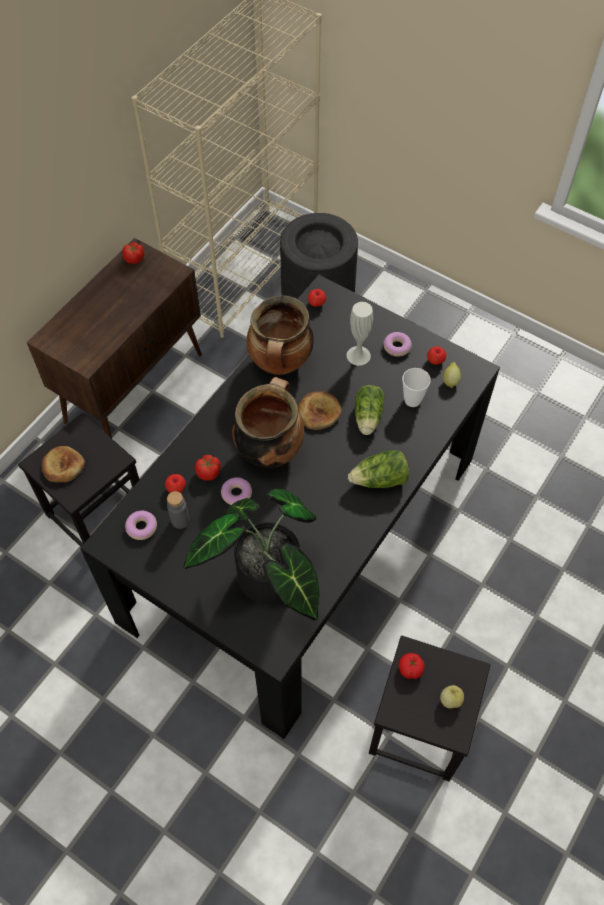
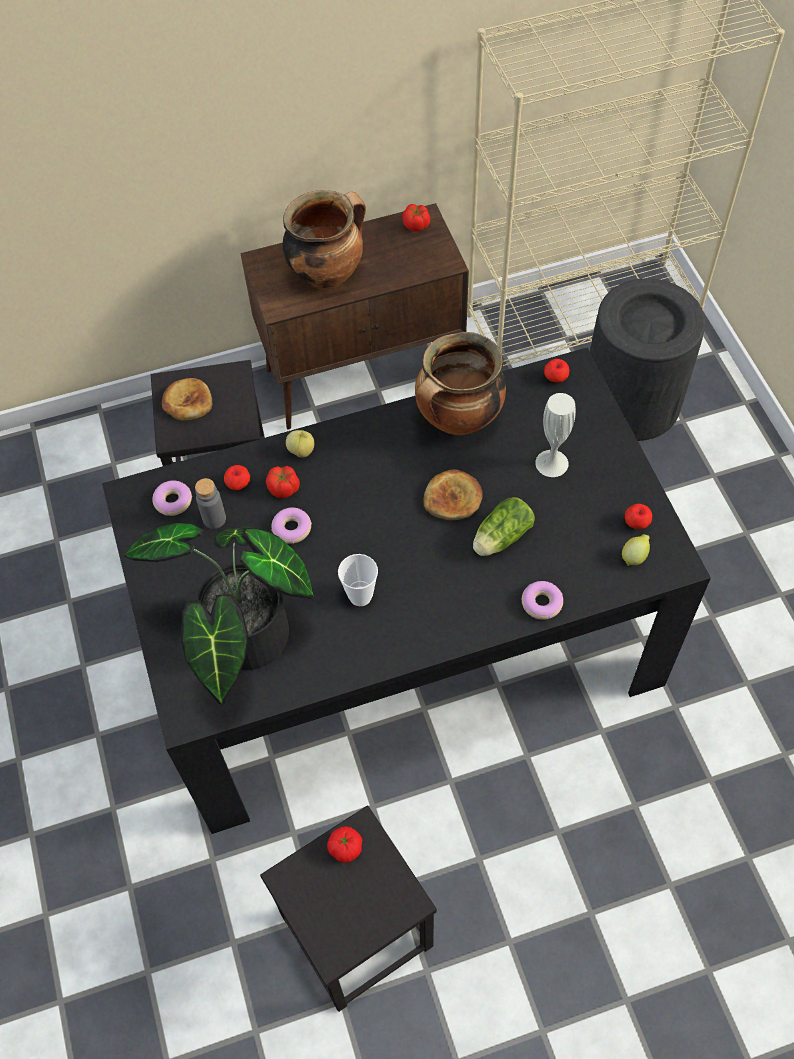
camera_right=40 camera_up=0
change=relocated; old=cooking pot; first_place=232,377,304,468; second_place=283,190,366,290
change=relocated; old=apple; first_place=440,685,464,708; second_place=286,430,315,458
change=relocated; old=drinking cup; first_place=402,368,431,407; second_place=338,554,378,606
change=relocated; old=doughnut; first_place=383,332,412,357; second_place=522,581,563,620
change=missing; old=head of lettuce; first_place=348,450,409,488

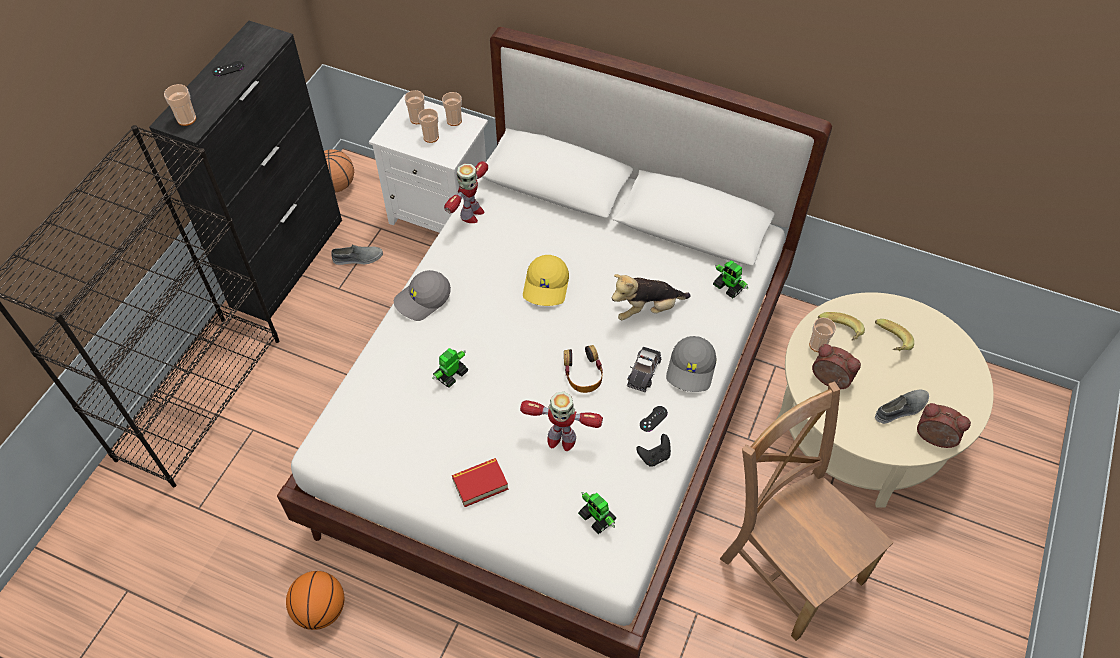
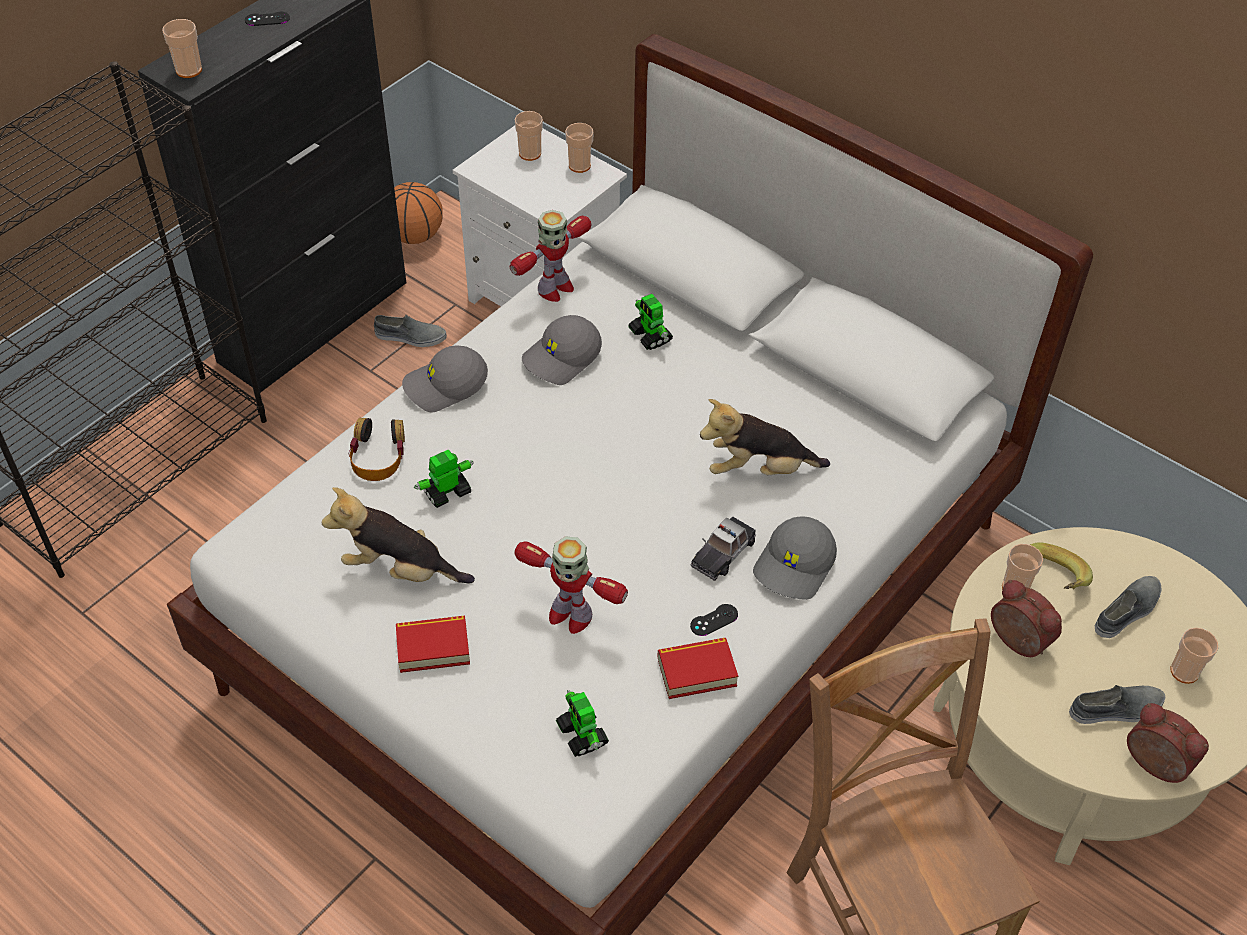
camera_right=15 camera_up=-5
change=appeared; new=soft toy; second_place=322,487,475,583
change=relocated; old=headphones; first_place=564,345,603,393; second_place=349,418,405,481
change=appeared; new=gray baseball cap; second_place=522,315,602,385
change=relocated; old=toy robot; first_place=713,260,748,298; second_place=628,294,673,350
change=exchanged; old=black-coloured gamepad; new=volume; first_place=636,434,671,467; second_place=658,638,738,699
change=exchanged; old=whole banana; new=gray low shoe; first_place=875,319,914,351; second_place=1095,576,1162,638
change=relocated; old=drinking cup; first_place=418,108,439,143; second_place=1170,628,1218,684
change=missing; old=basketball; first_place=286,571,344,630
change=missing; old=yellow-coloured baseball cap; first_place=523,255,569,306

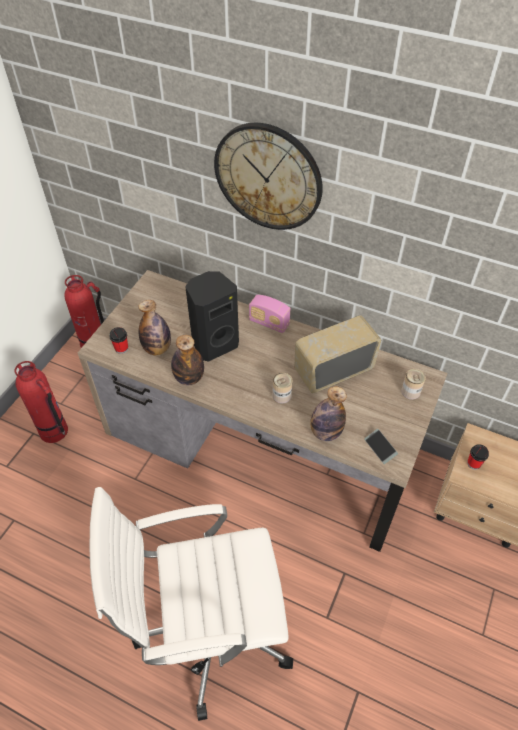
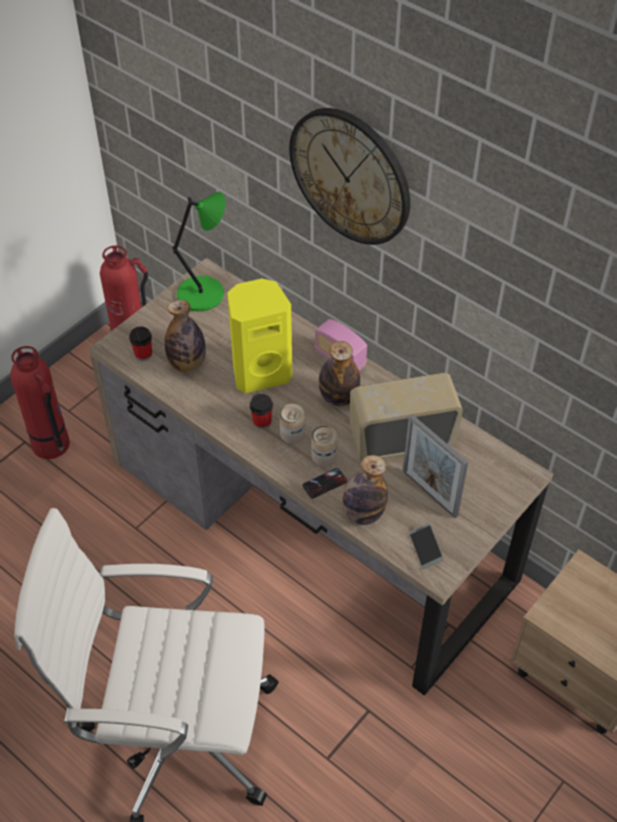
camera_right=15 camera_up=0
change=appeared; new=green tabletop lamp; second_place=172,192,226,311
change=colour; old=black-coloured audio speaker; new=yellow-coloured audio speaker; first_place=185,271,239,362; second_place=227,279,292,393
change=relocated; old=drinking cup; first_place=467,444,489,470; second_place=250,394,273,429
change=relocated; old=can; first_place=401,369,426,400; second_place=280,404,305,444
change=appeared; new=handset; second_place=302,468,347,499
change=relocated; old=bottle; first_place=171,335,204,385; second_place=319,341,360,406
change=appeared; new=photo frame; second_place=403,414,468,518

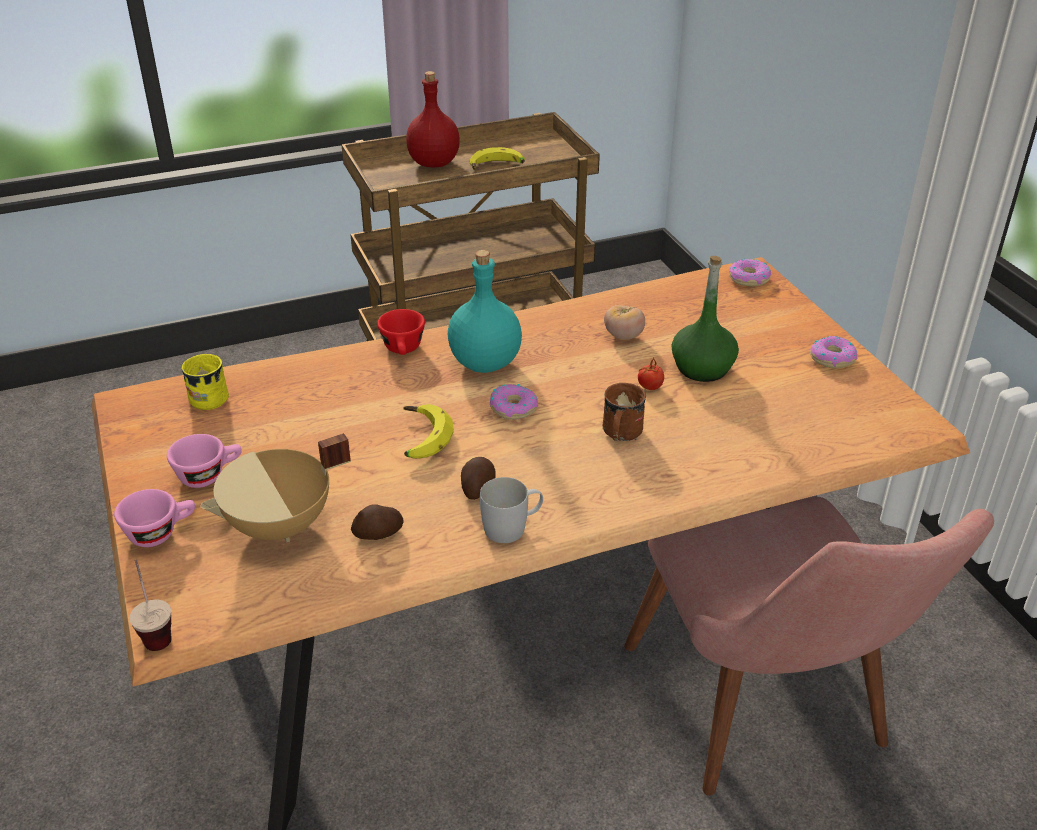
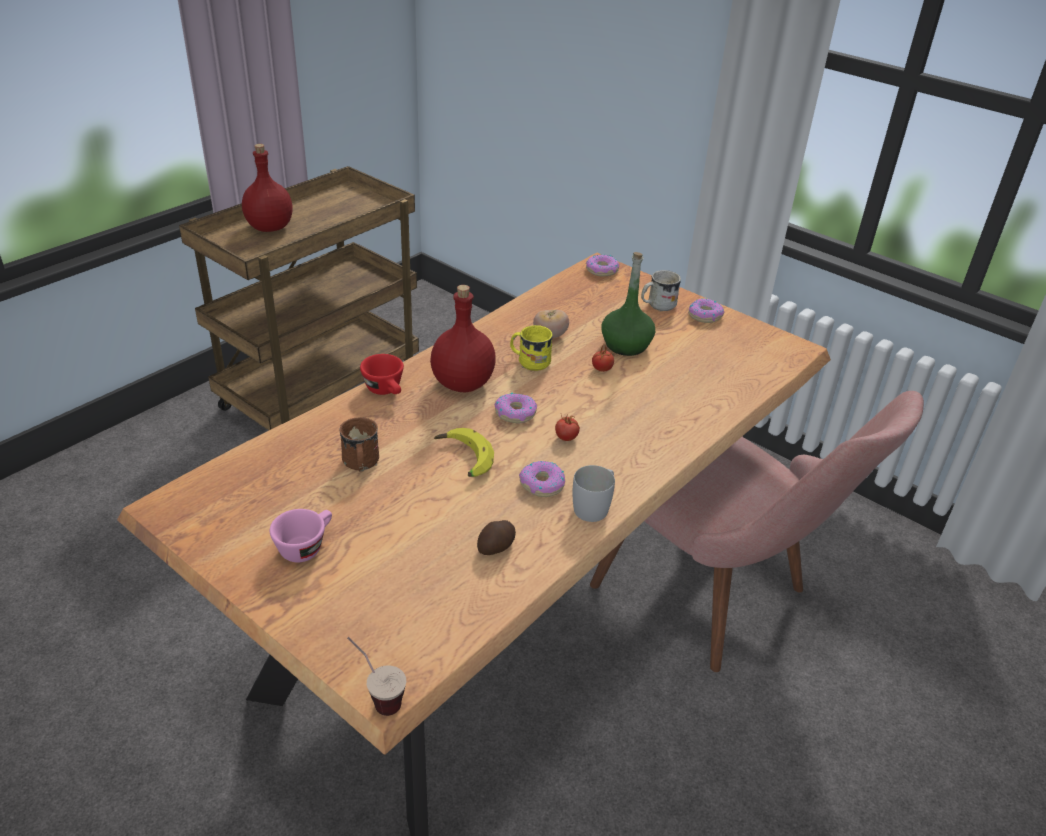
camera_right=-30 camera_up=0
change=relocated; old=brown tea mug; first_place=603,383,646,441; second_place=339,417,379,472
change=colour; old=turquoise-coloured bottle; new=red-coloured bottle; first_place=448,250,522,373; second_place=430,285,496,393
change=relocated; old=yellow-coloured tea mug; first_place=181,354,229,410; second_place=510,325,553,371
change=exchanged; old=spud; new=doughnut; first_place=461,457,496,500; second_place=519,461,565,497
change=appeared; new=fresh tomato; second_place=555,414,580,441
change=appeared; new=white-coloured tea mug; second_place=641,270,681,311
change=missing; old=pinkish drinking cup; first_place=114,489,195,547
change=missing; old=sand-coloured cooking pot; first_place=200,433,351,542
change=missing; old=whole banana; first_place=470,147,525,170

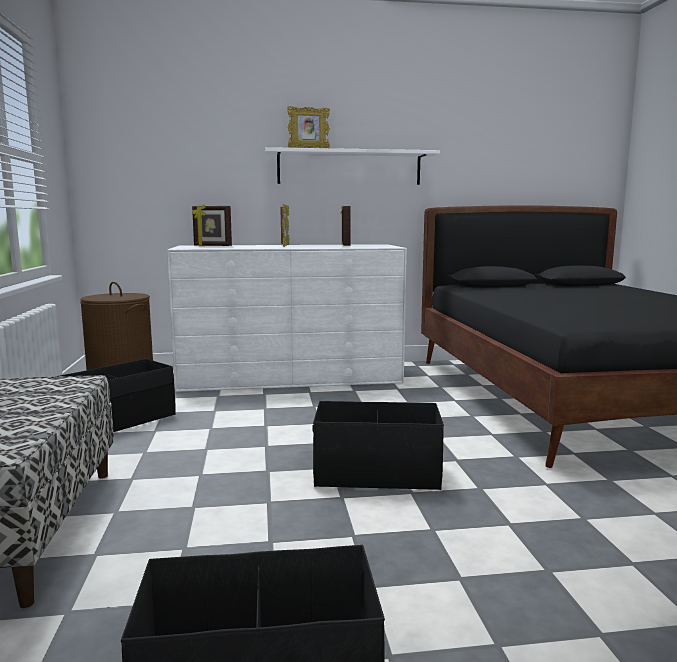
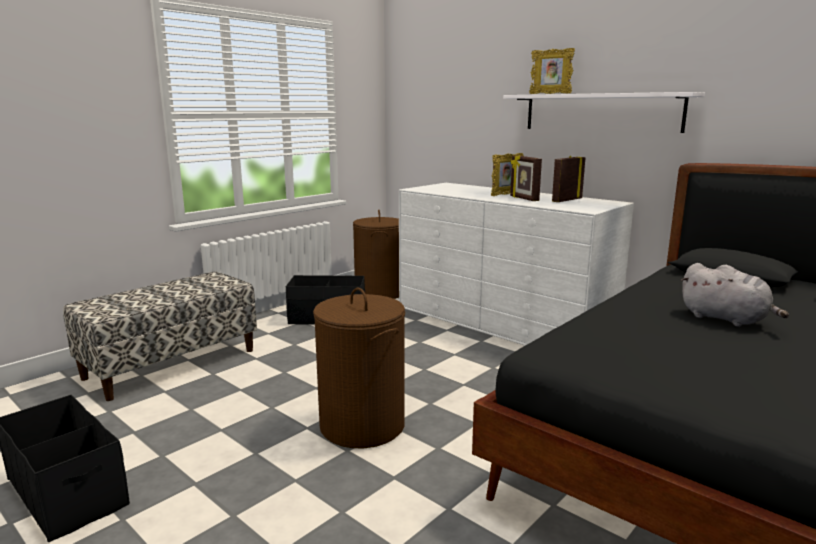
camera_right=50 camera_up=5
change=exchanged; old=black-coloured storage box; new=brown laundry basket; first_place=312,401,444,490; second_place=313,287,405,448
change=relocated; old=photo frame; first_place=192,204,232,246; second_place=510,155,542,201
change=appeared; new=gray soft toy; second_place=680,263,789,327

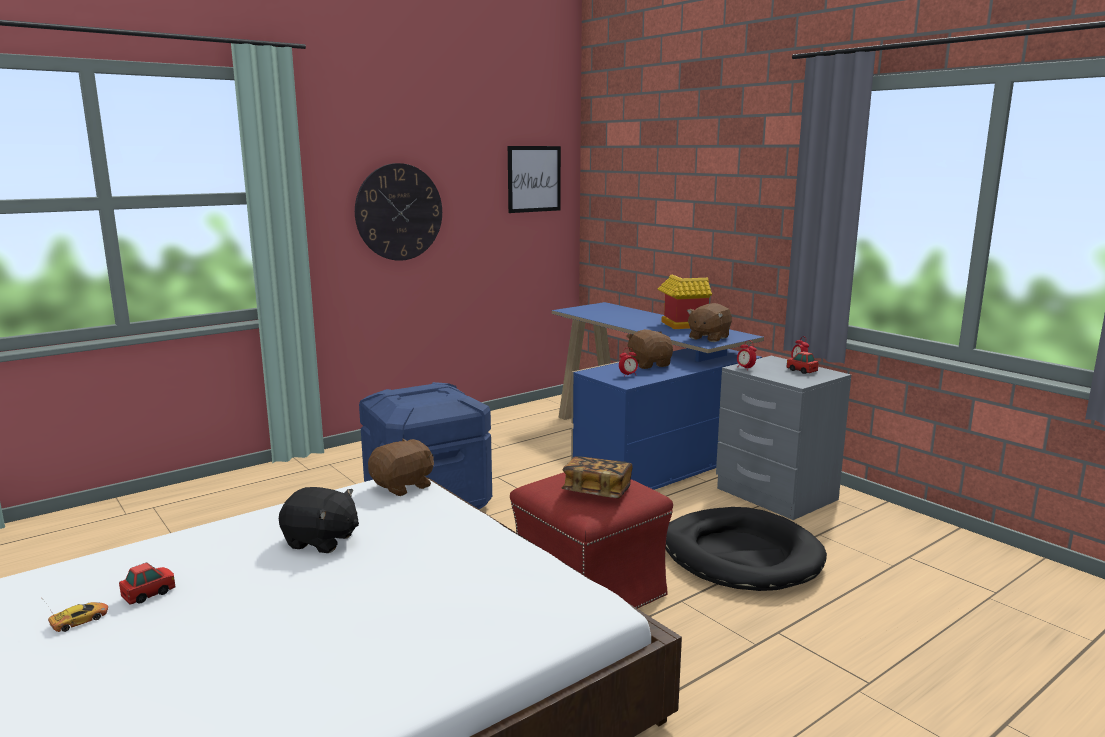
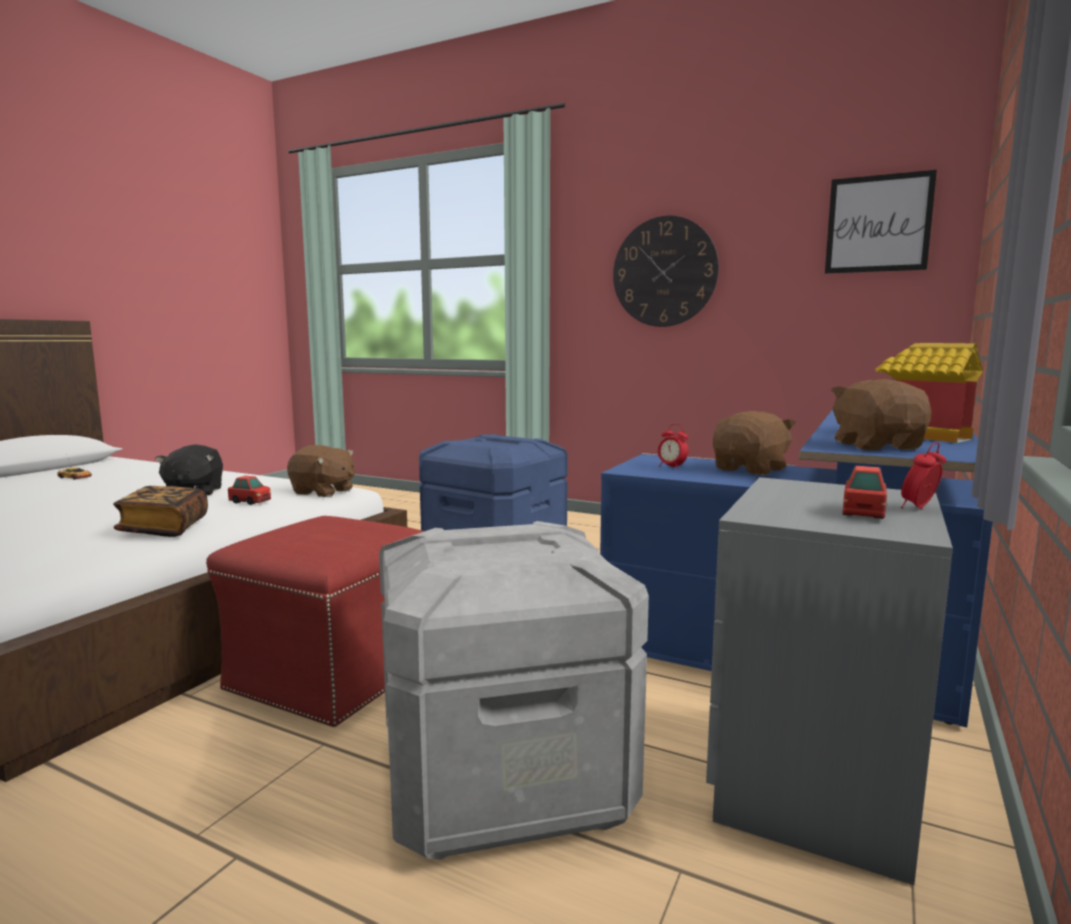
camera_right=65 camera_up=-5
change=relocated; old=volume; first_place=562,456,632,498; second_place=113,486,208,537
change=relocated; old=toy car; first_place=119,563,175,604; second_place=228,476,271,505
change=exchanged; old=black-coloured pet bed; new=gray storage box; first_place=665,507,827,591; second_place=379,521,649,860
change=spun; old=brown soft toy; first_place=687,303,732,342; second_place=831,379,932,450; degrees=75
change=missing; old=bedside clock; first_place=737,340,757,369

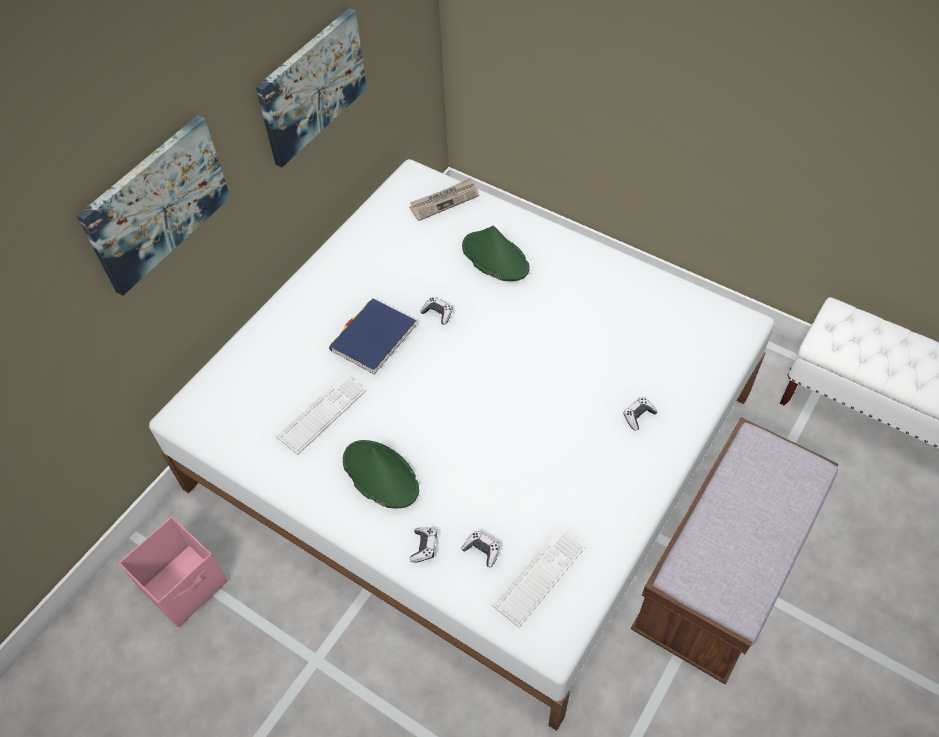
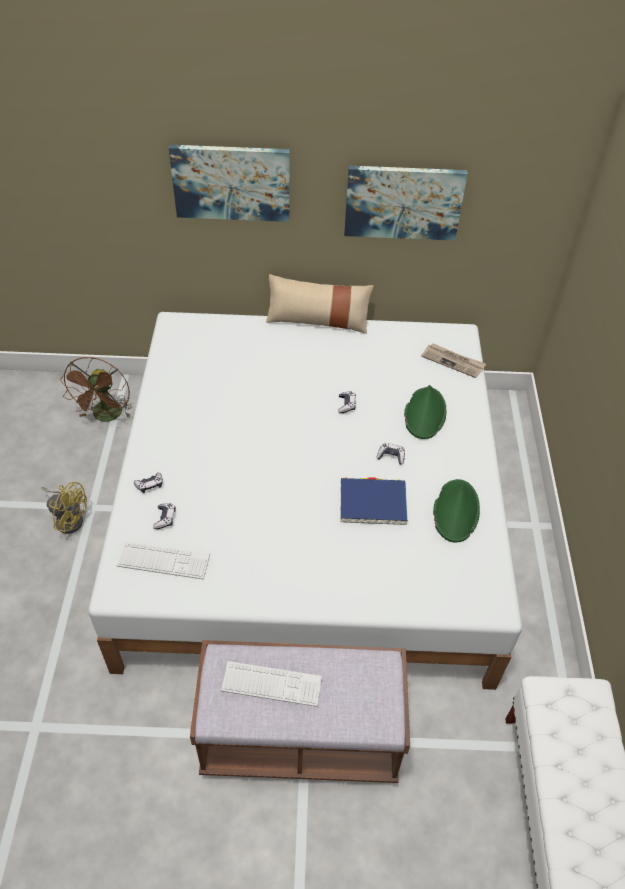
camera_right=55 camera_up=-5
change=appeared; new=yellow-coloured cooling fan; second_place=41,482,87,534
change=exchanged; old=pinkish storage box; new=brown cooling fan; first_place=119,517,228,627; second_place=60,357,132,422
change=relocated; old=PC keyboard; first_place=276,373,366,455; second_place=221,661,322,707
change=appeared; new=sand-coloured throw pillow; second_place=266,274,374,334
change=relocated; old=blue volume; first_place=329,298,417,375; second_place=340,477,408,525
change=relocated; old=gamepad; first_place=623,397,658,431; second_place=377,443,405,465
change=relocated; old=green wearable hat; first_place=343,440,419,508; second_place=433,479,480,542

